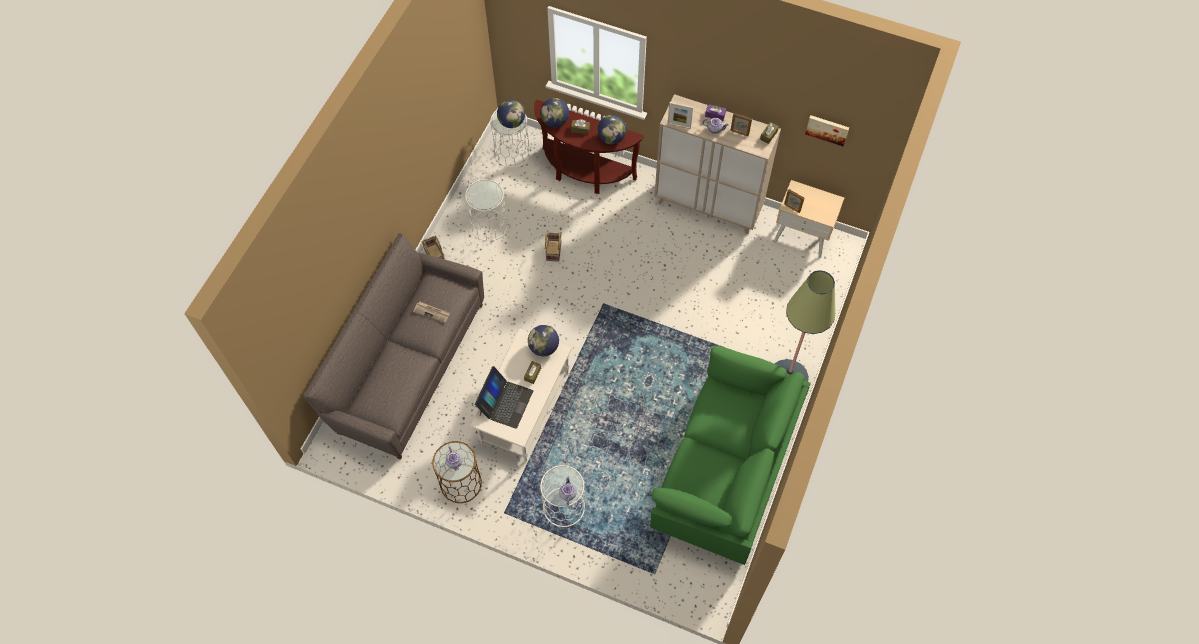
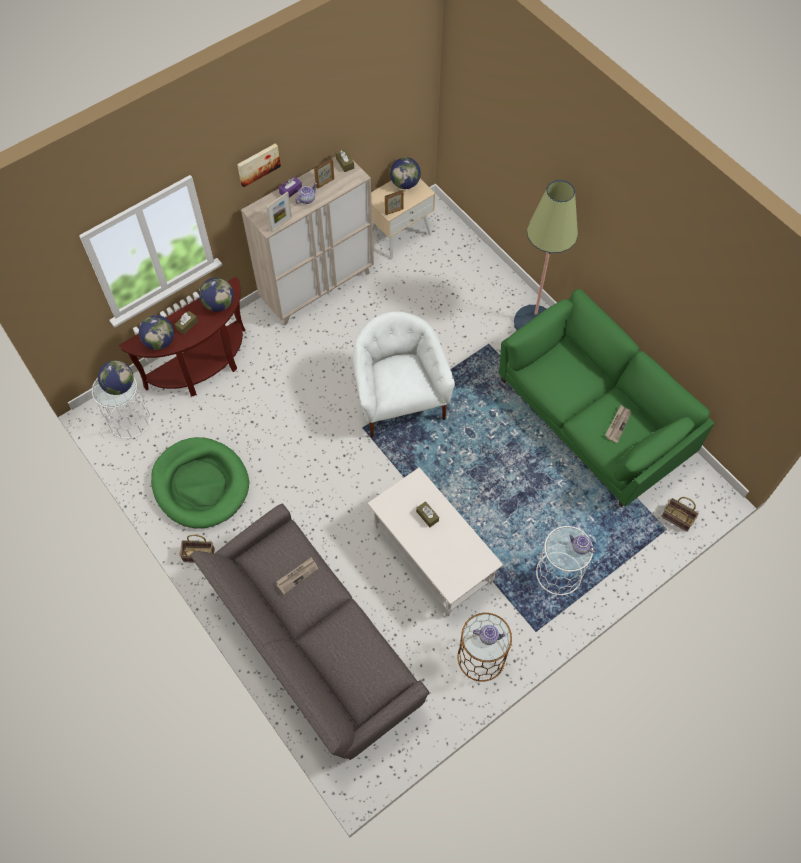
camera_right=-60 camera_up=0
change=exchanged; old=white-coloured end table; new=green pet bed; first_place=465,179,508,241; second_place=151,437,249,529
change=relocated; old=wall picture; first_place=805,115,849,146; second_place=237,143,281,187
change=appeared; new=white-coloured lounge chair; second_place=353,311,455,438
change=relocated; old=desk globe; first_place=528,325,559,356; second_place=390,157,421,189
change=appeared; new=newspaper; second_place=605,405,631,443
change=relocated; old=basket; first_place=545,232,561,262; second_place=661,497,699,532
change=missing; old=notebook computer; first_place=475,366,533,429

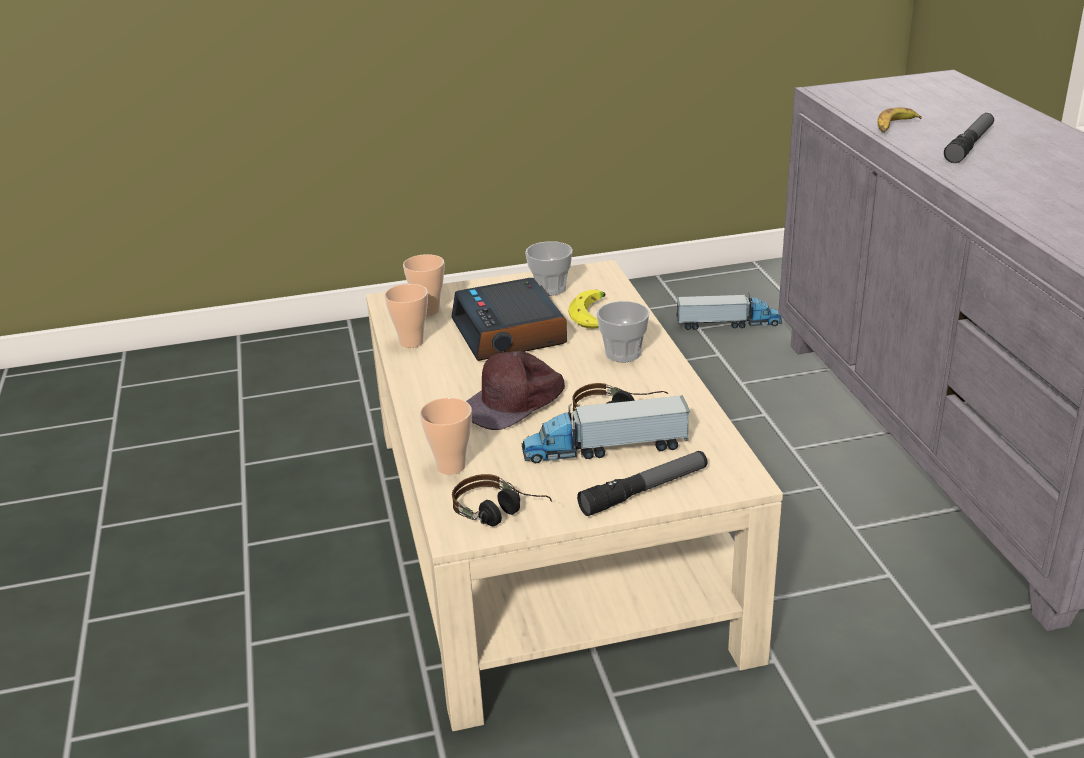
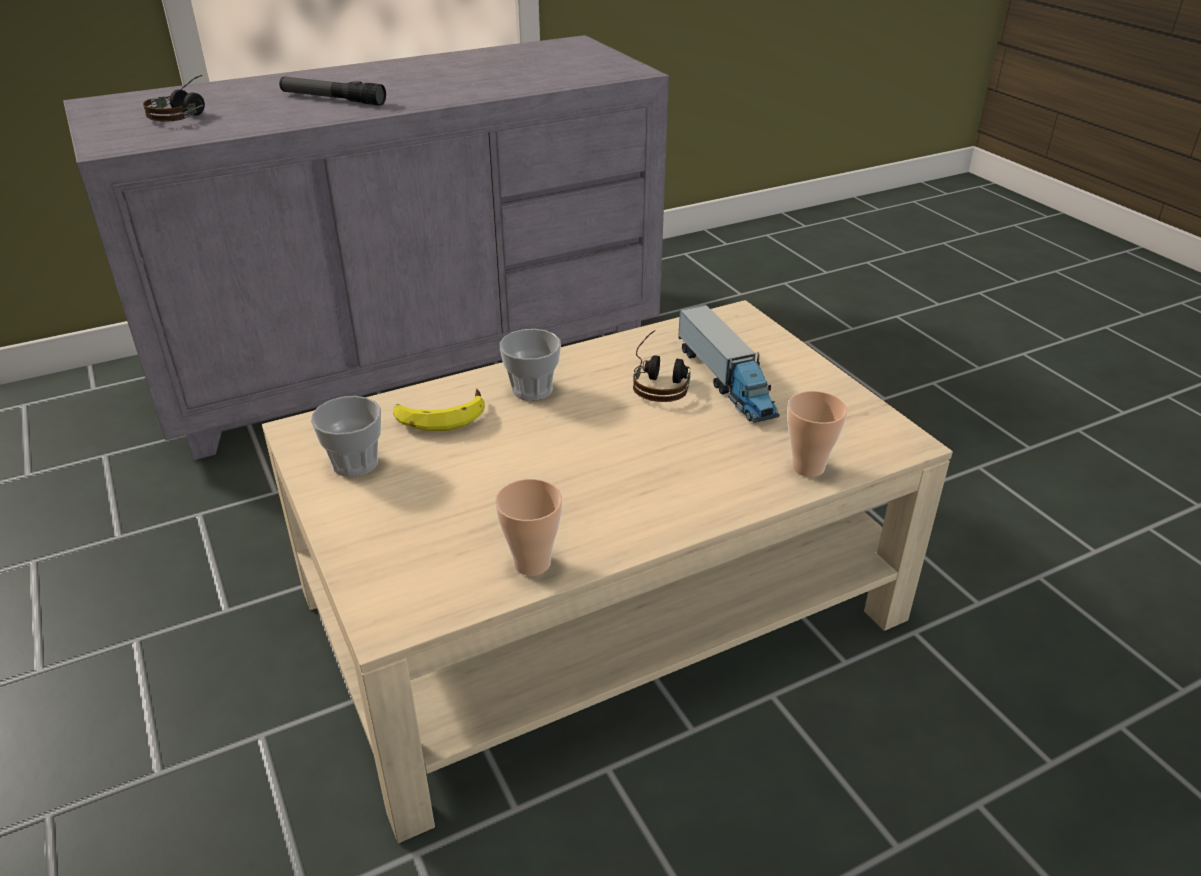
camera_right=-105 camera_up=5
change=relocated; old=headphones; first_place=452,474,552,526; second_place=143,75,205,121
change=missing; old=drinking cup; first_place=403,254,444,315
change=missing; old=bedside clock; first_place=451,278,567,361
change=missing; old=brown baseball cap; first_place=466,351,565,430
change=missing; old=torch; first_place=577,451,708,516
change=missing; old=model truck; first_place=676,292,782,330
change=missing; old=whole banana; first_place=878,107,922,133

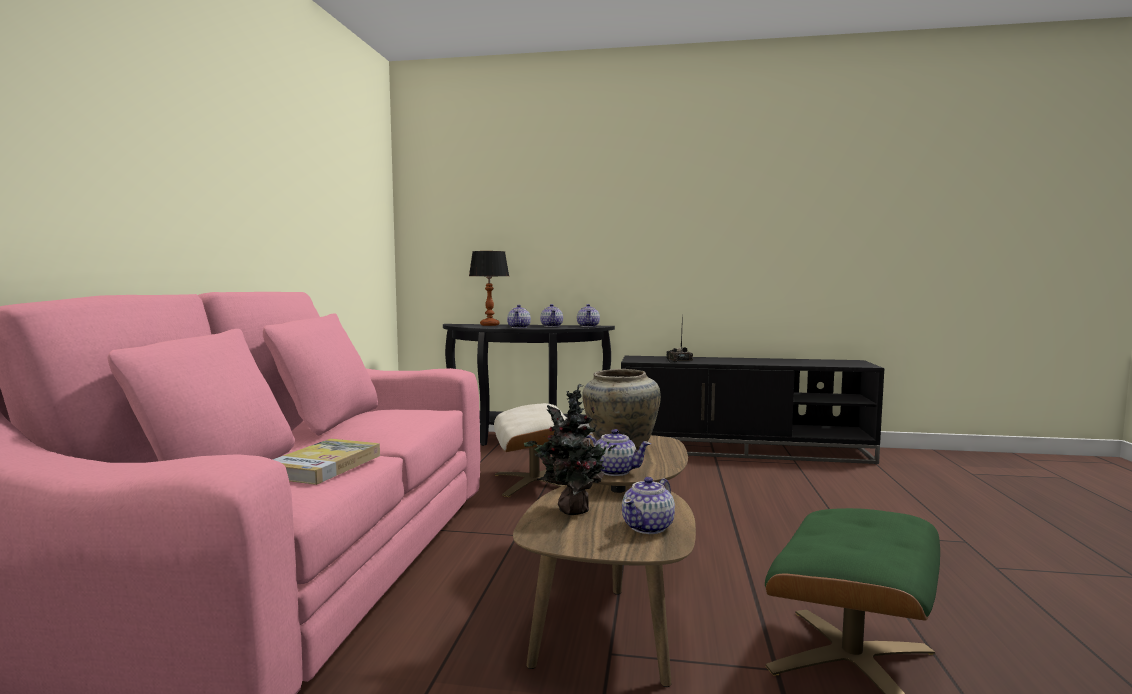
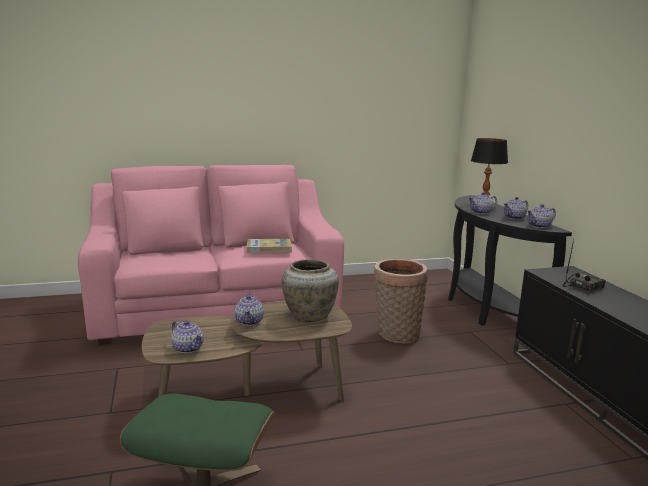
camera_right=65 camera_up=10
change=spun; old=pot for tea; first_place=622,477,675,534; second_place=171,321,204,353; degrees=-150
change=relocated; old=volume; first_place=272,438,380,485; second_place=247,239,292,253
change=exchanged; old=sand-coloured pouffe; new=basket; first_place=494,403,568,497; second_place=373,259,428,343
change=missing; old=potted plant; first_place=524,384,618,515

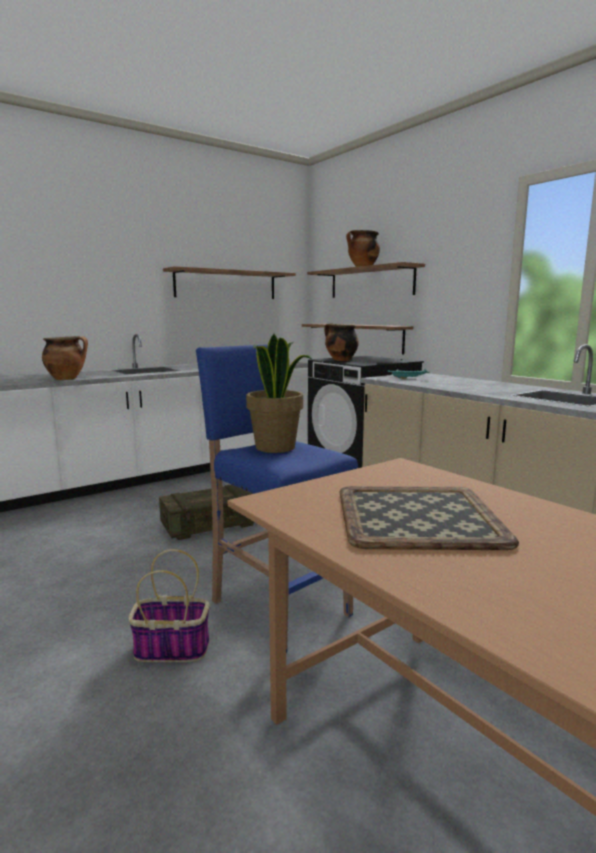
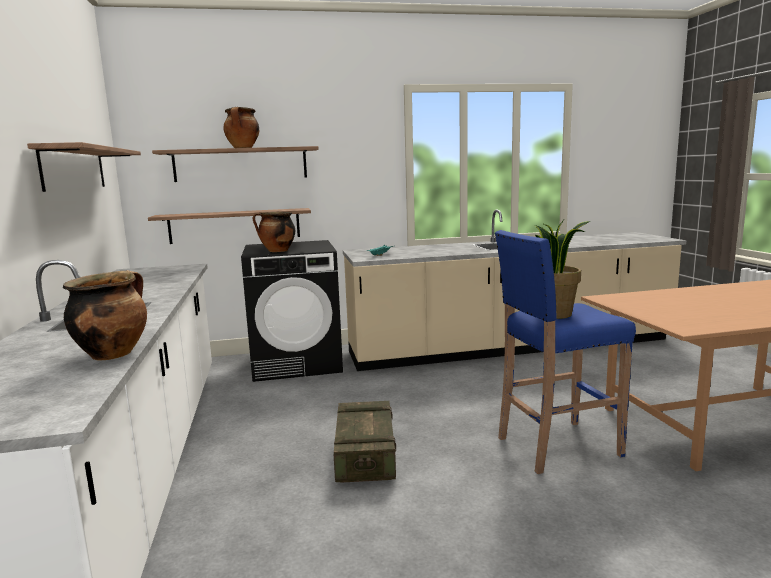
camera_right=-65 camera_up=0
change=missing; old=basket; first_place=128,549,210,662
change=missing; old=serving tray; first_place=339,486,519,550

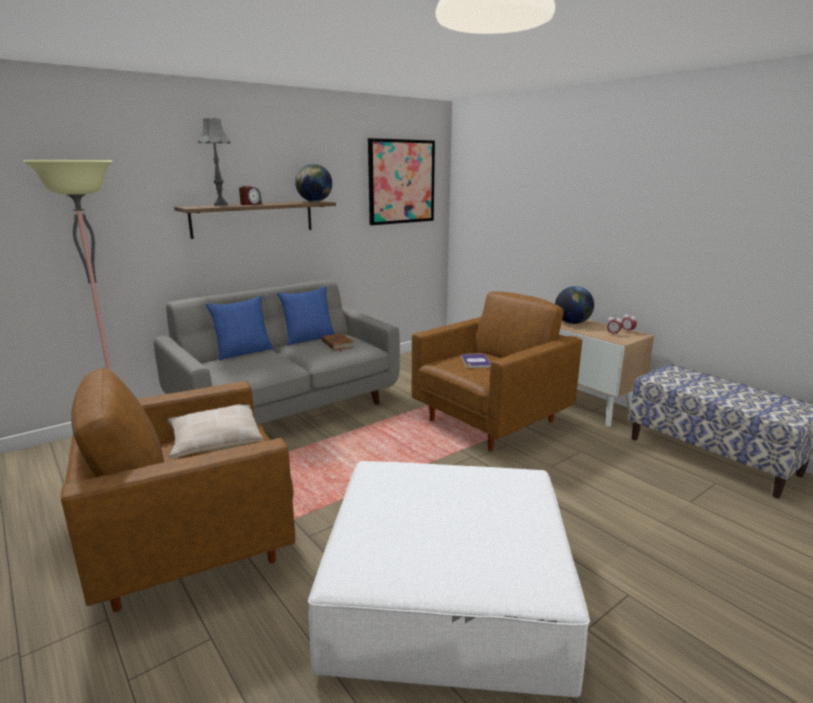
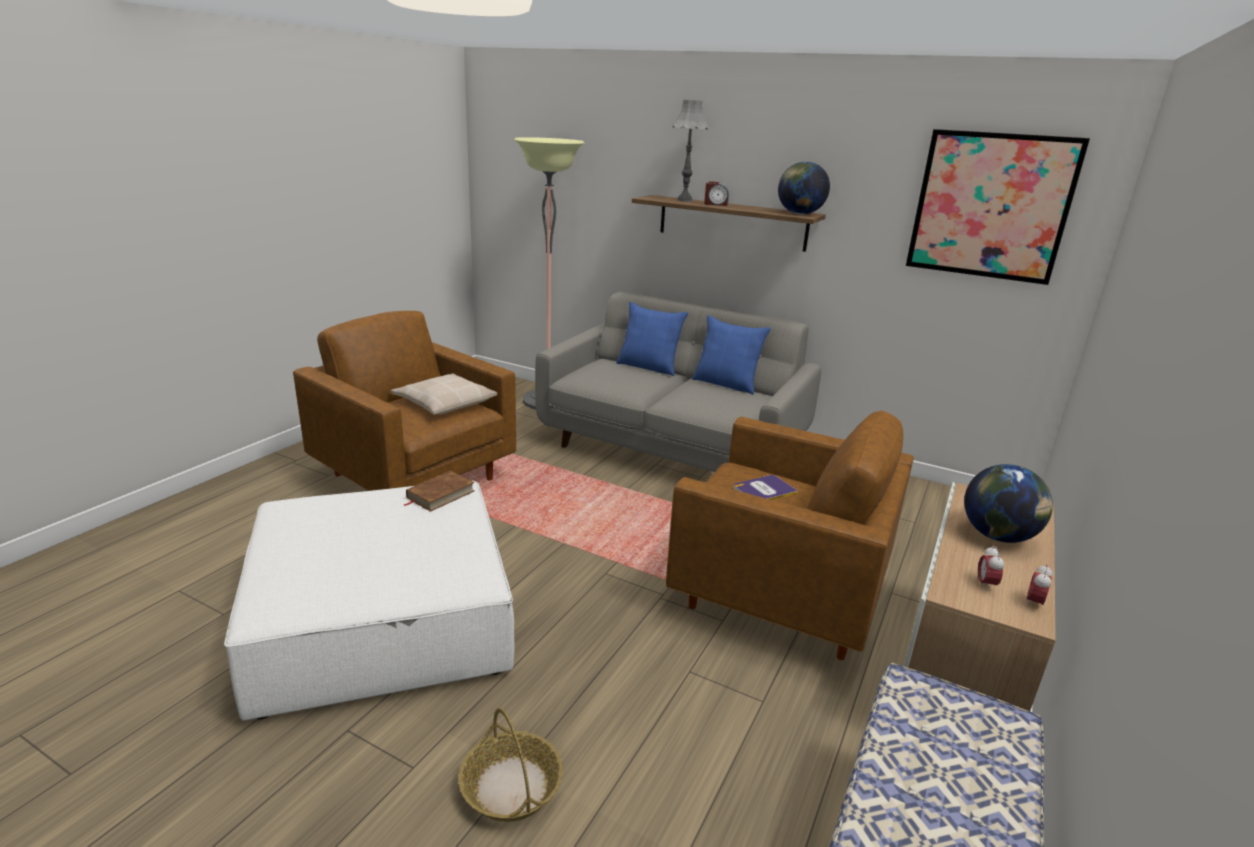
camera_right=65 camera_up=5
change=relocated; old=brown volume; first_place=322,333,354,352; second_place=404,471,475,512
change=appeared; new=basket; second_place=458,708,563,822

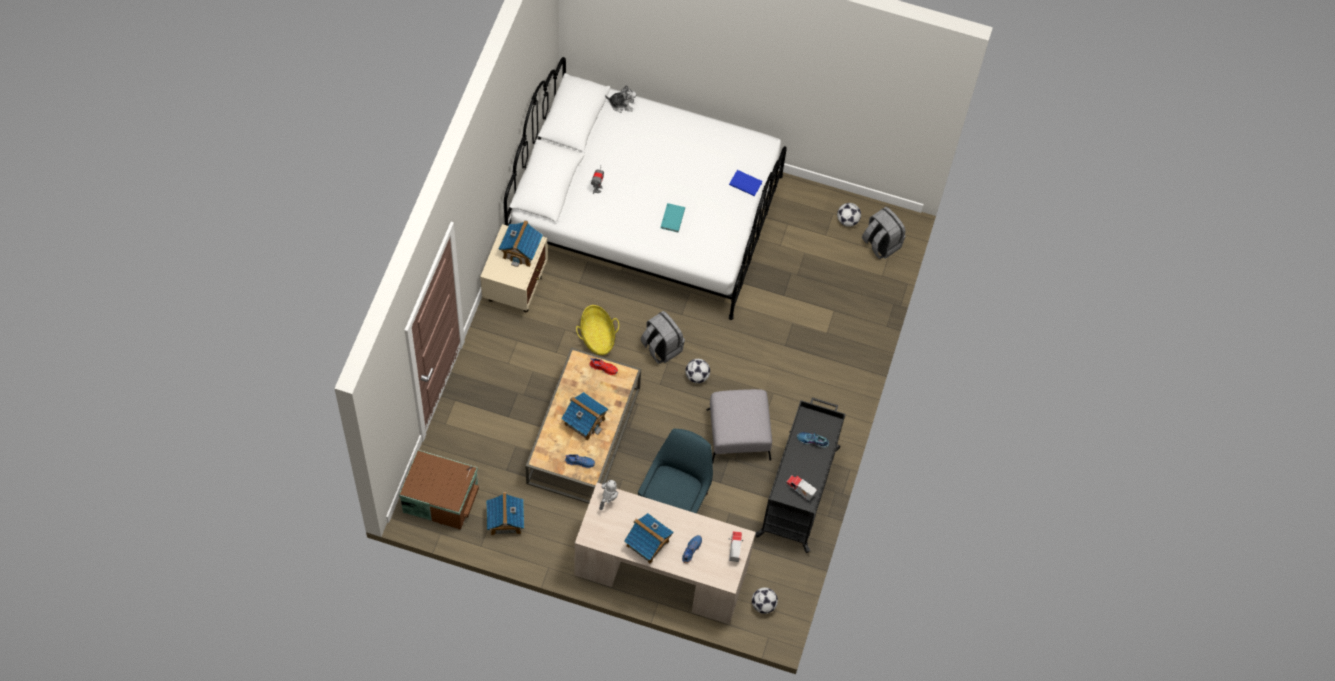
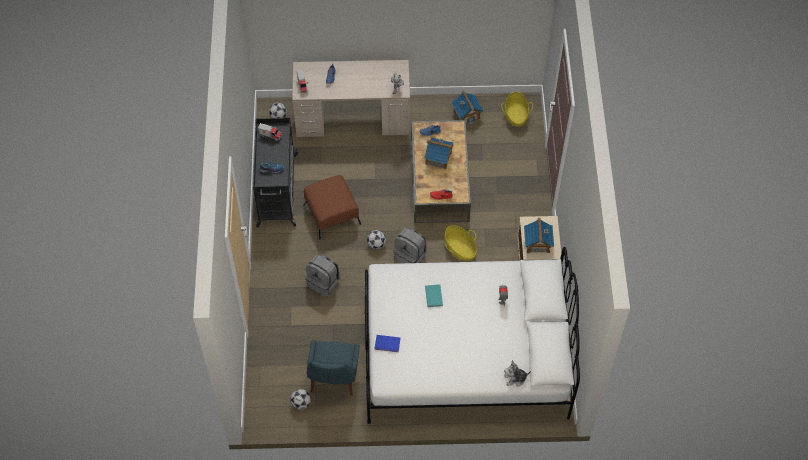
camera_right=165 camera_up=-5
change=colour; old=gray pouffe; new=brown pouffe; first_place=706,389,772,463; second_place=303,175,361,239
change=relocated; old=gray rucksack; first_place=862,207,906,259; second_place=306,254,340,297
change=relocated; old=blue upright chair; first_place=638,429,713,513; second_place=307,340,360,396
change=exchanged; old=brown storage box; new=basket; first_place=399,450,479,530; second_place=501,92,533,127
change=missing; old=miniature house; first_place=624,513,673,564

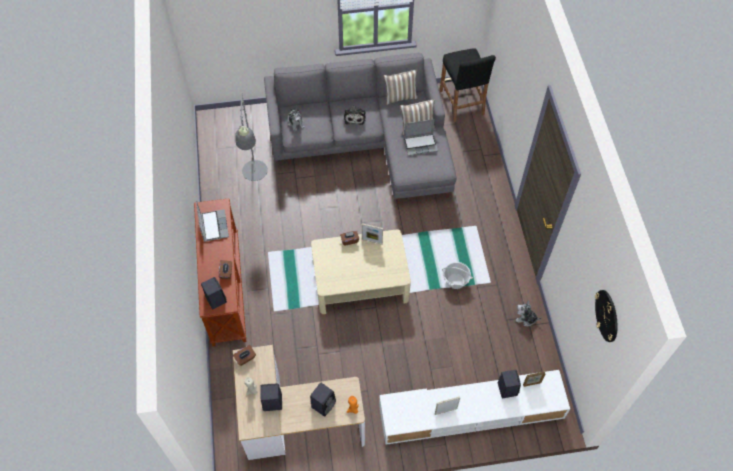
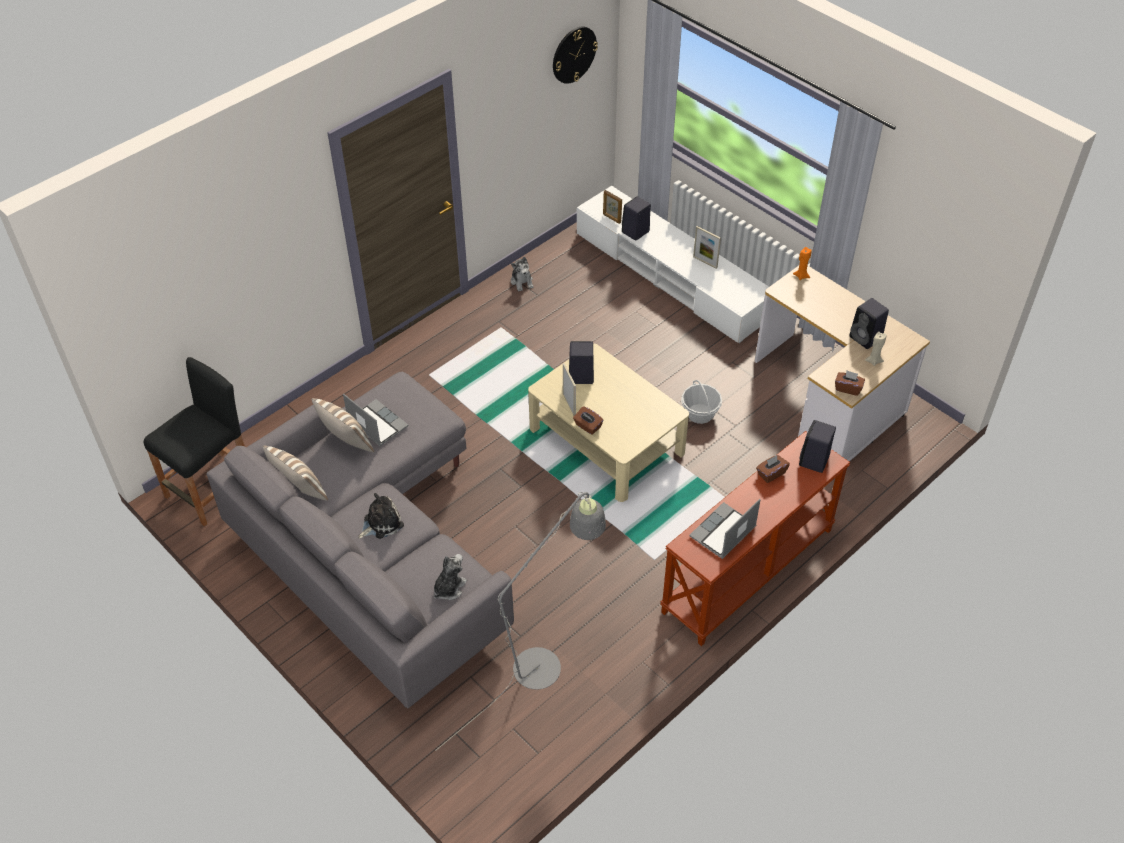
camera_right=-125 camera_up=-10
change=relocated; old=black-coloured audio speaker; first_place=310,383,336,417; second_place=569,341,594,384
change=relocated; old=basket; first_place=442,262,473,289; second_place=681,380,722,424

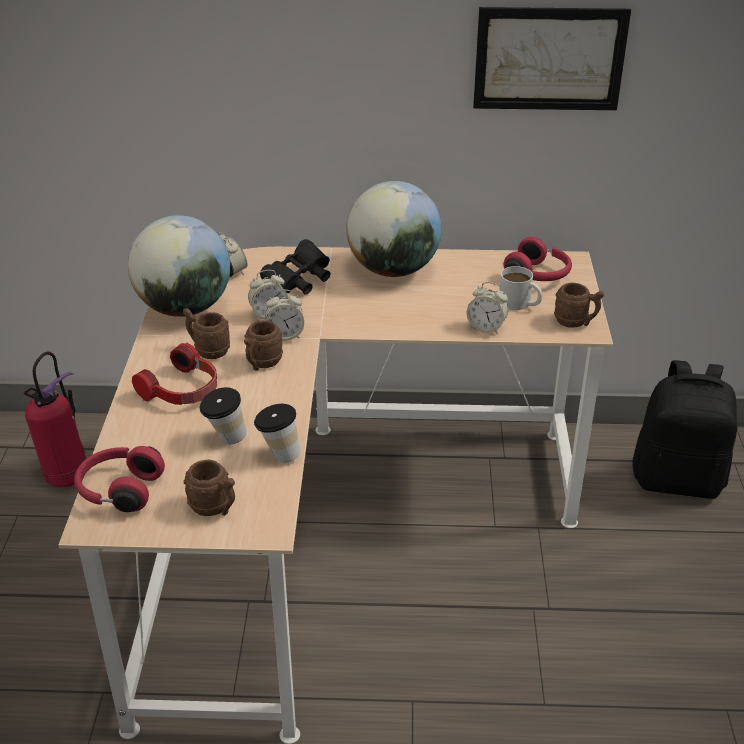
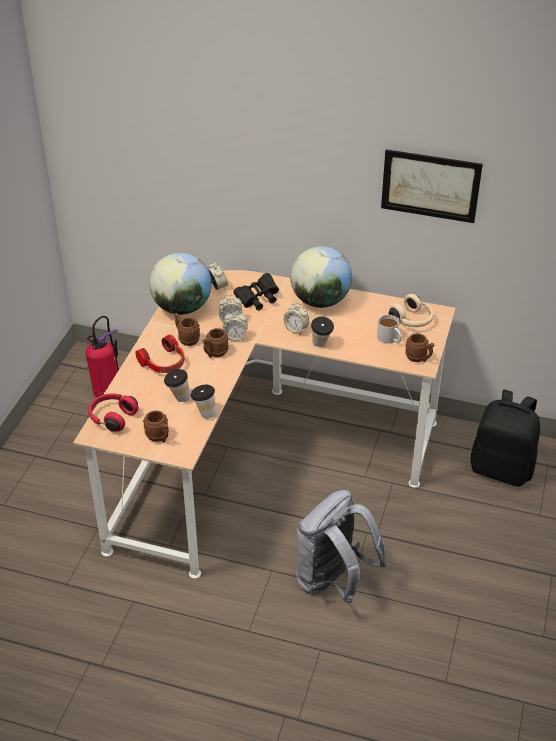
camera_right=15 camera_up=5
change=relocated; old=bedside clock; first_place=467,282,508,334; second_place=283,302,309,335
change=appeared; new=gray rucksack; second_place=296,490,387,603
change=appeared; new=drinking cup; second_place=311,317,334,347
change=colour; old=red-coloured headphones; new=sand-coloured headphones; first_place=504,237,572,281; second_place=389,294,434,327

